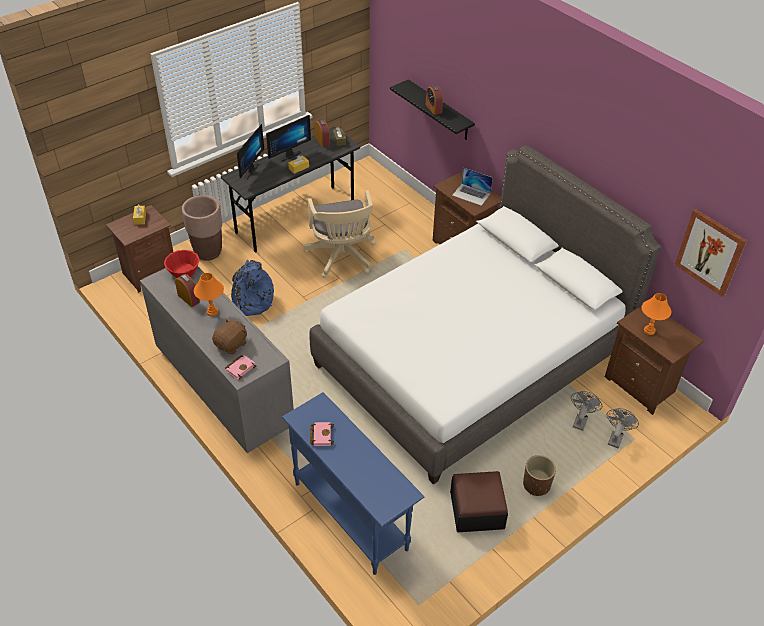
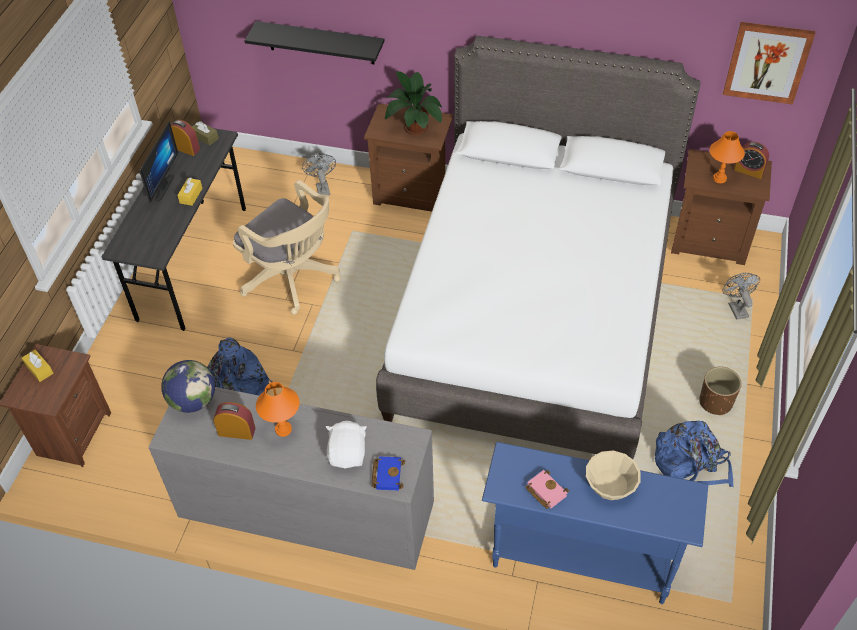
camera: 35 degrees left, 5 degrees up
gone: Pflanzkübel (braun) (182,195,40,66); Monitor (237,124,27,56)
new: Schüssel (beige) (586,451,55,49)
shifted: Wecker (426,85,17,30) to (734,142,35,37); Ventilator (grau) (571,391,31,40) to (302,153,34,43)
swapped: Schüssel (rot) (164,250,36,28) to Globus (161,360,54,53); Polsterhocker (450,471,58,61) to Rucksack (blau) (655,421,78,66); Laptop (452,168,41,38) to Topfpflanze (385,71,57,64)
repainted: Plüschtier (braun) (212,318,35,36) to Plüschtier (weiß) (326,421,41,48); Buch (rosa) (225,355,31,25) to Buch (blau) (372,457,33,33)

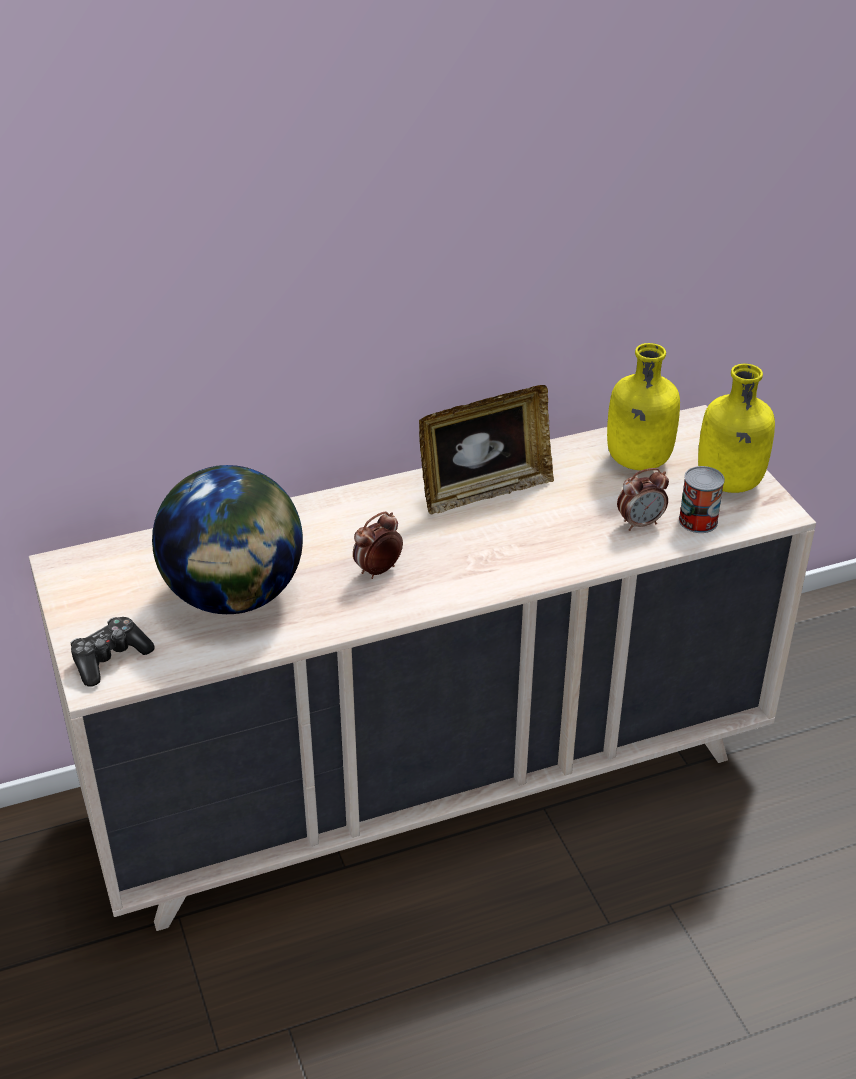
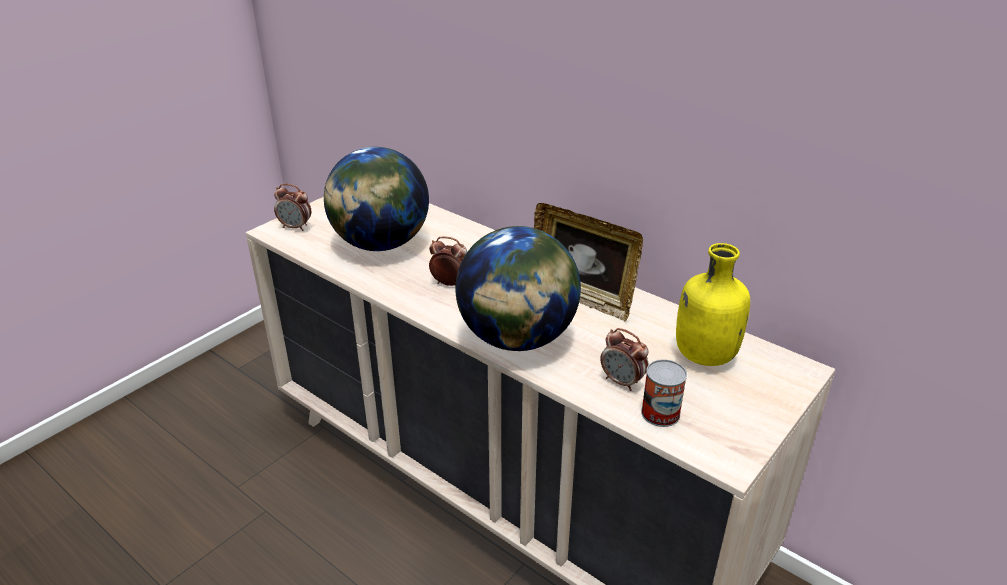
camera: 60 degrees right, 5 degrees down
gone: Flasche (gelb) (698,364,77,129)
new: Globus (455,226,126,125)
swapped: Gamepad (70,617,85,70) to Wecker (274,184,37,47)

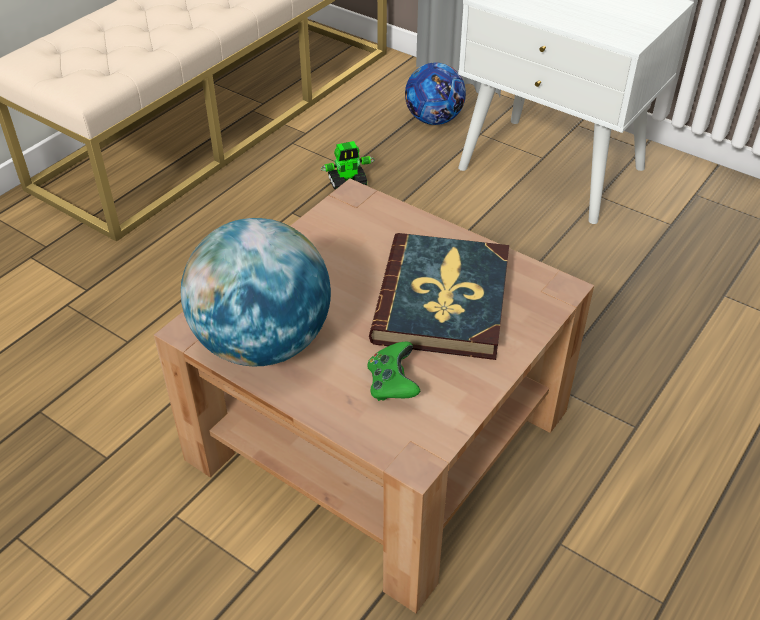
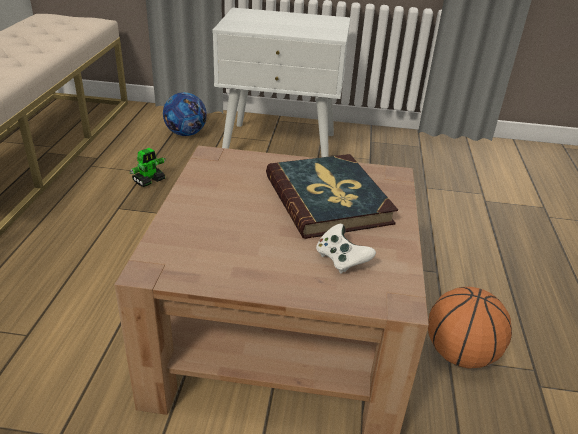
camera: 30 degrees left, 10 degrees down
gone: Globus (181,218,150,148)
new: Basketball (428,287,84,82)
repainted: Gamepad (grün) (367,342,53,59) to Gamepad (weiß) (316,224,60,50)

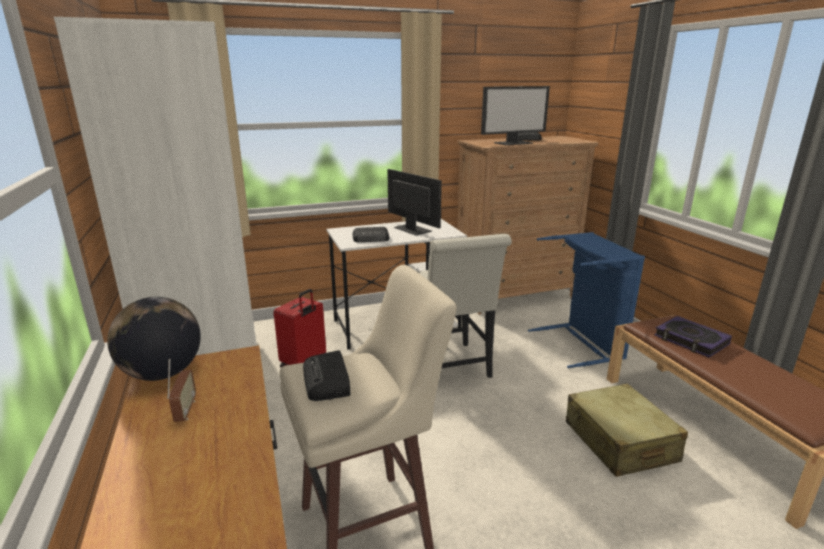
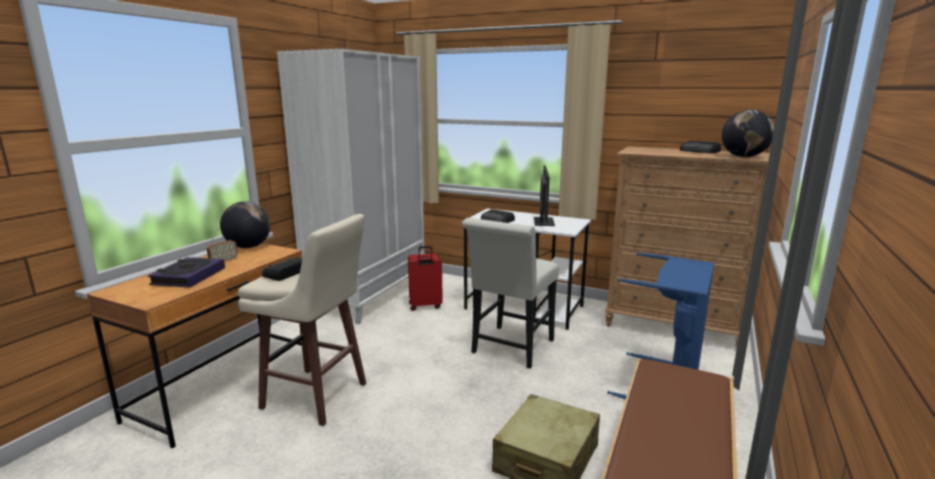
camera: 45 degrees right, 5 degrees down
gone: Monitor (481,86,69,59)
new: Globus (722,109,52,48)
shifted: Buch (654,316,78,42) to (148,257,77,31)

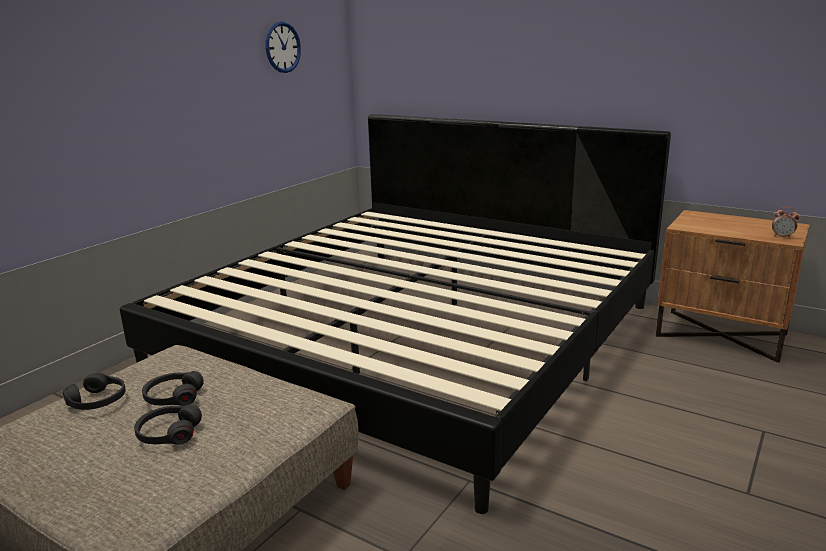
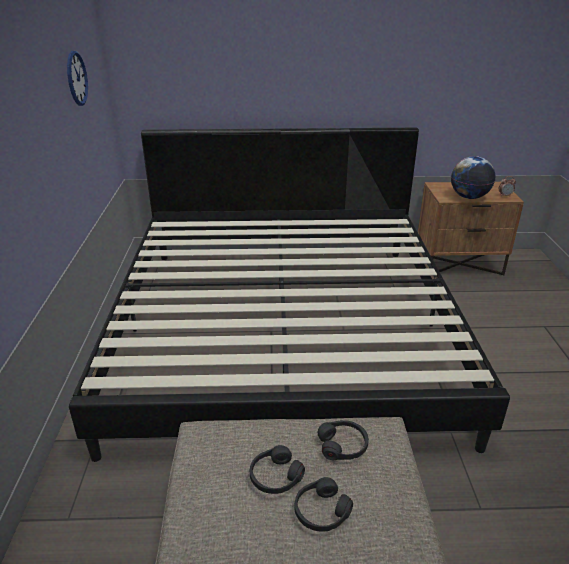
camera: 35 degrees left, 10 degrees up
new: Globus (451,156,44,43)
shifted: Kopfhörer (schwarz) (63,373,63,37) to (318,420,51,40)

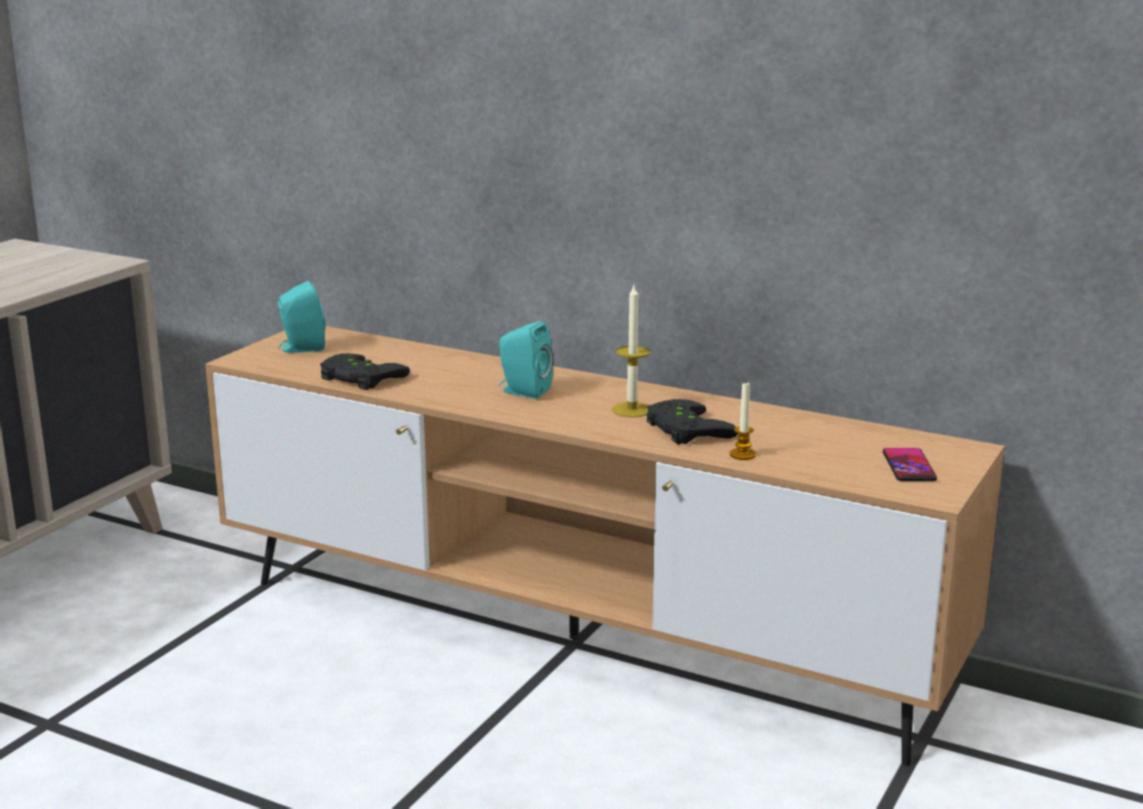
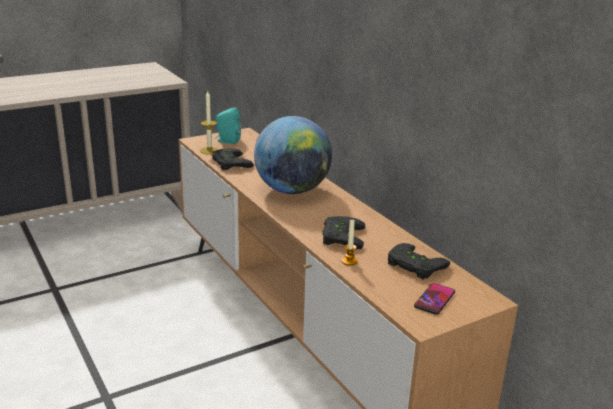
camera: 30 degrees right, 5 degrees up
new: Gamepad (schwarz) (388,243,62,37)
shifted: Kerze (612,286,38,131) to (200,91,19,63)
swapped: Lautsprecher (türkis) (499,321,54,78) to Globus (254,116,78,78)

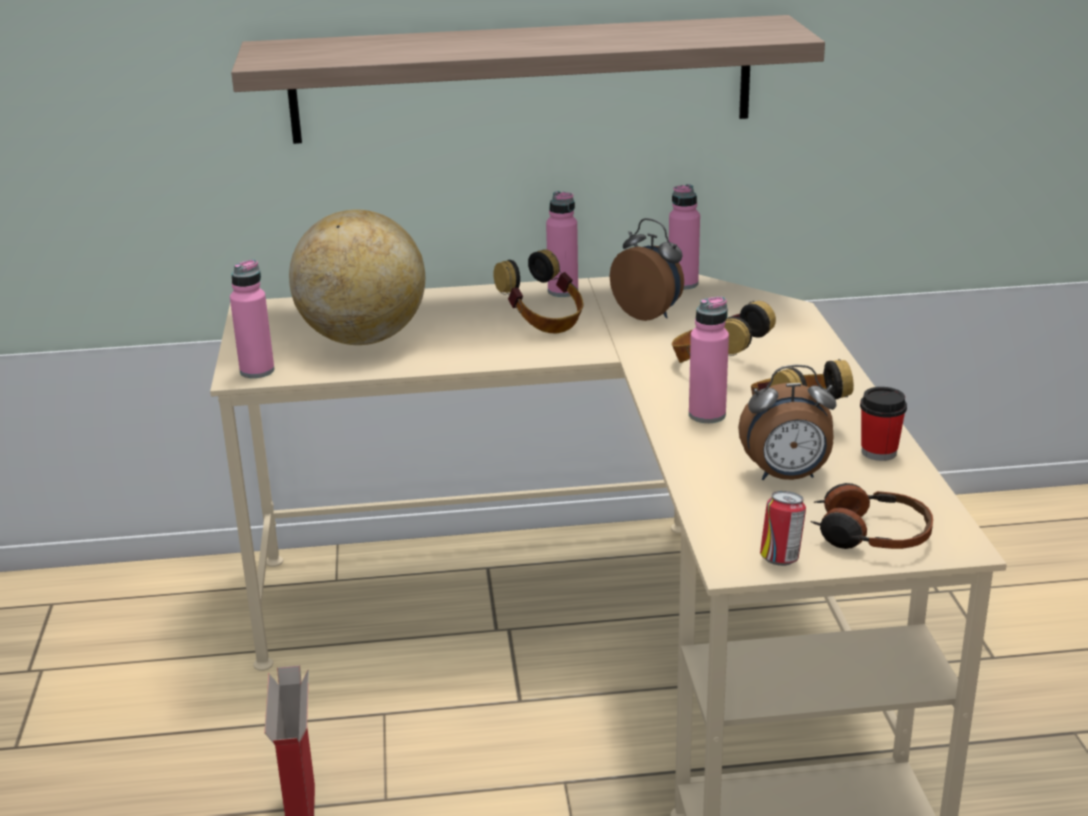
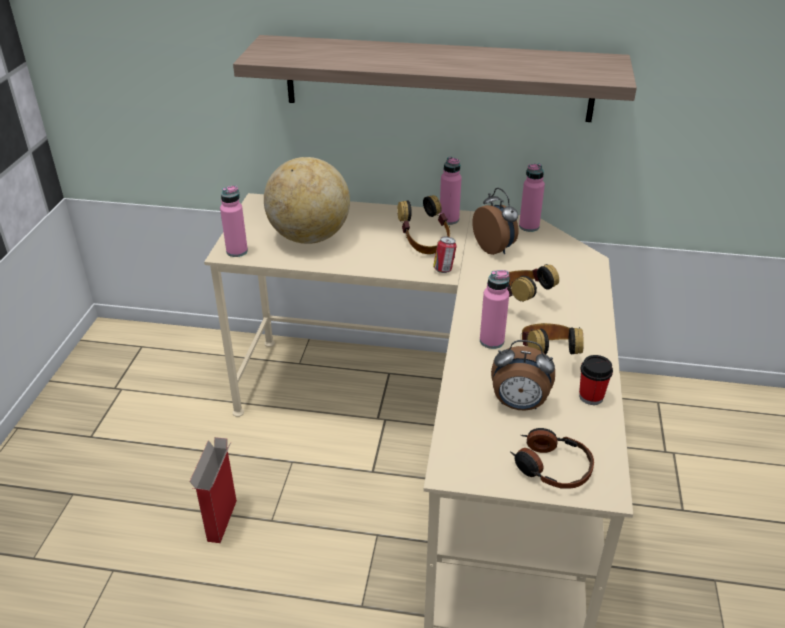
camera: 15 degrees right, 10 degrees up
shifted: Dose (760,491,46,75) to (433,236,24,37)

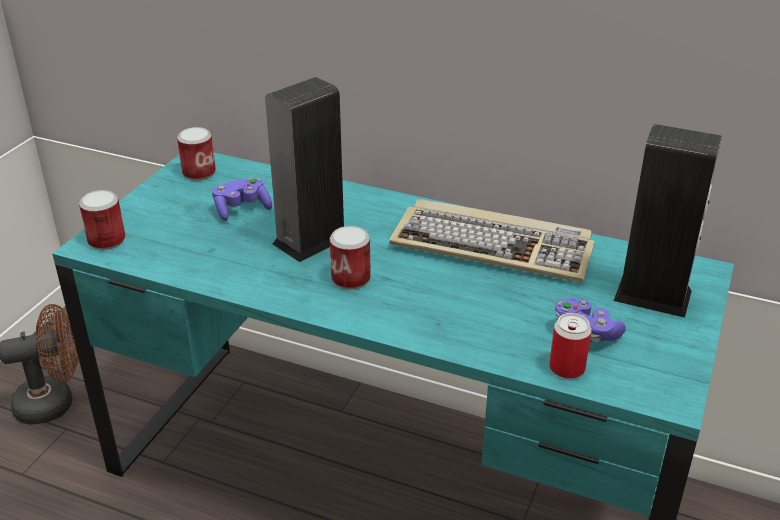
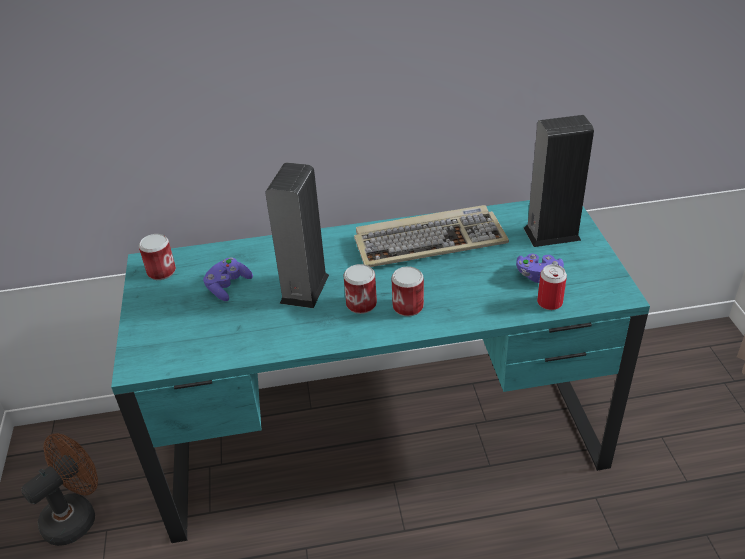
camera: 30 degrees left, 5 degrees up
shifted: Dose (79,190,46,60) to (391,266,33,51)

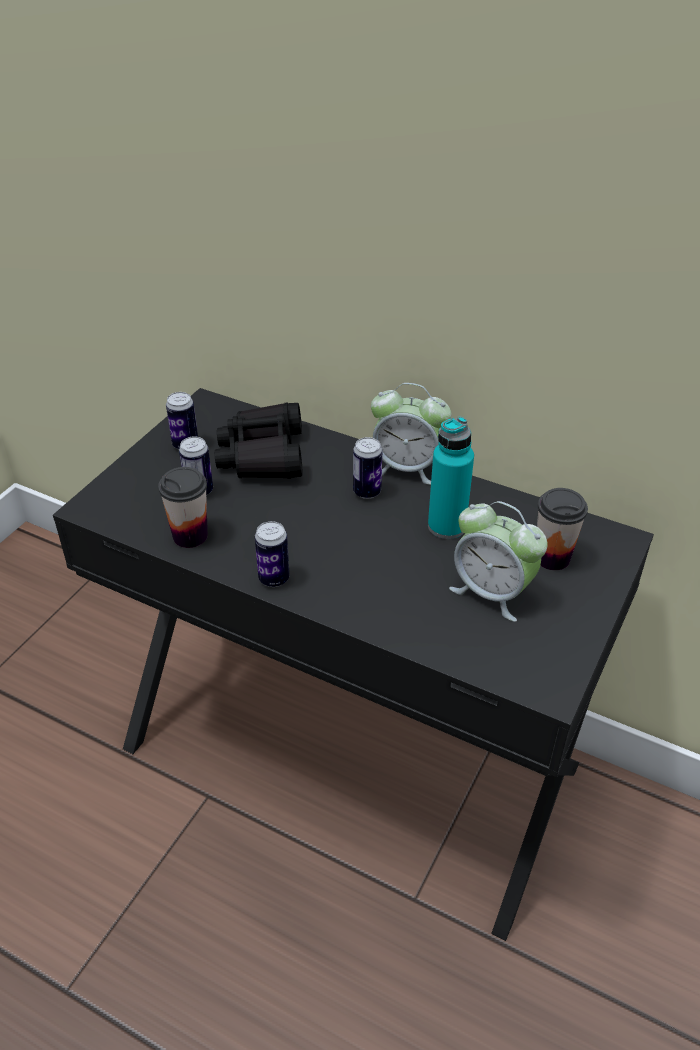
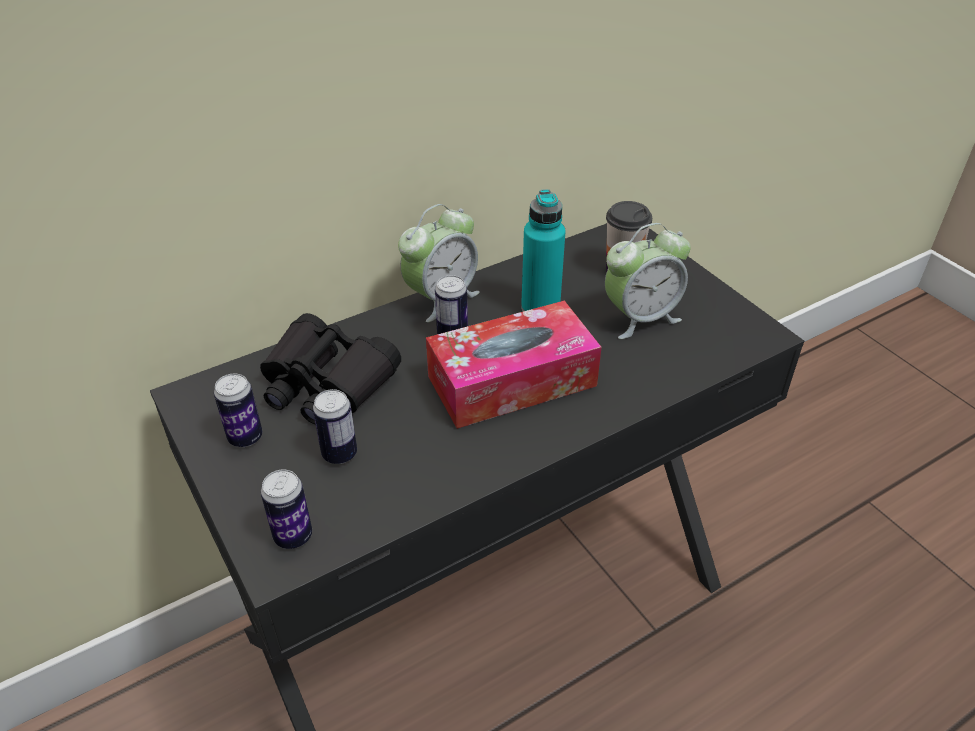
camera: 60 degrees left, 0 degrees up
gone: Tasse (158,467,50,81)
new: Taschentuchbox (426,300,176,129)
shifted: Dose (255,521,34,66) to (261,470,51,79)

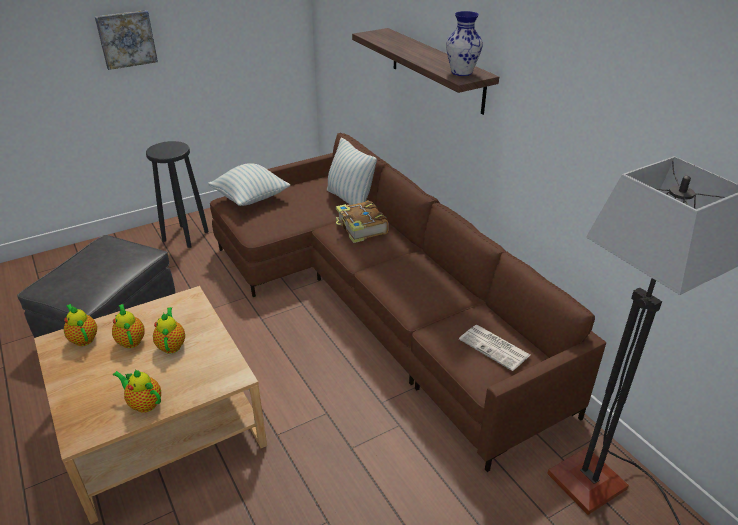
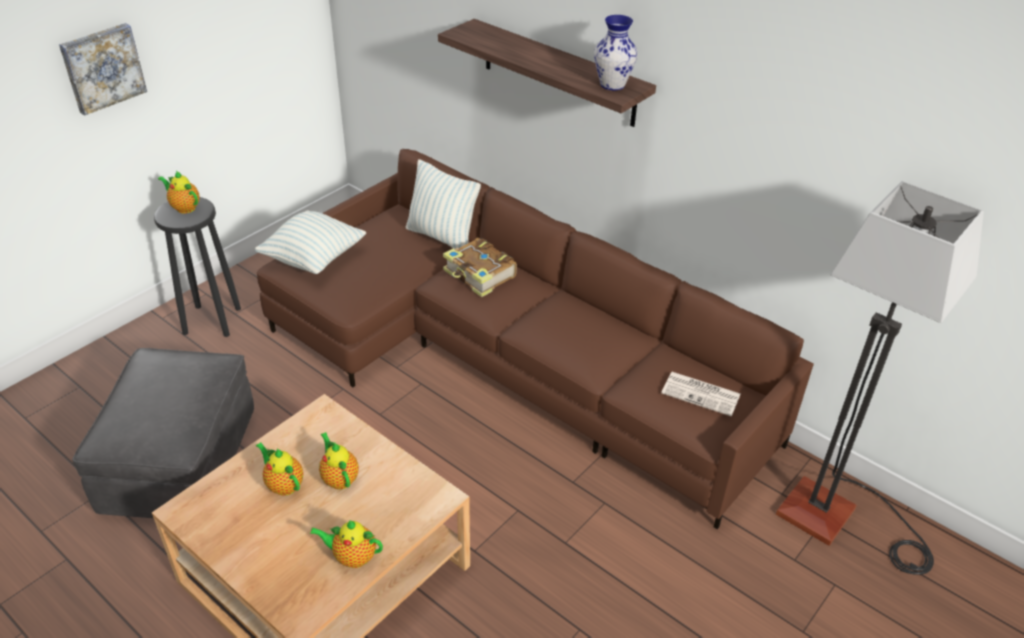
camera: 20 degrees left, 5 degrees up
shifted: Teekanne (64,304,33,42) to (158,170,41,44)

